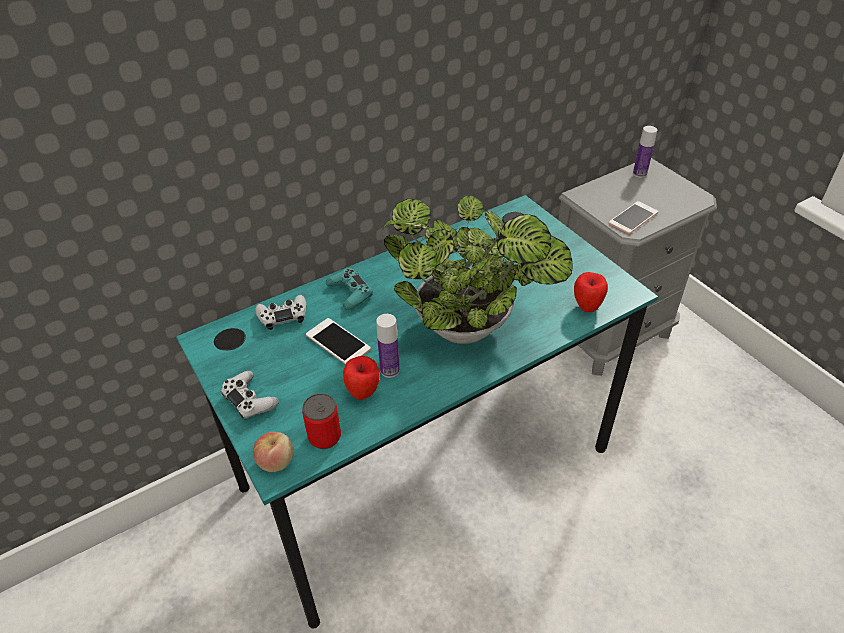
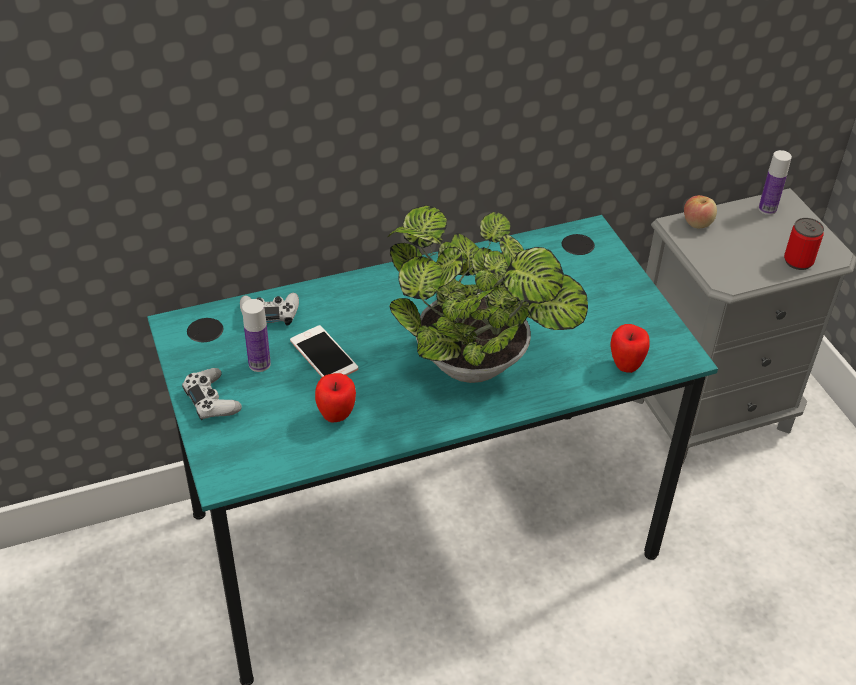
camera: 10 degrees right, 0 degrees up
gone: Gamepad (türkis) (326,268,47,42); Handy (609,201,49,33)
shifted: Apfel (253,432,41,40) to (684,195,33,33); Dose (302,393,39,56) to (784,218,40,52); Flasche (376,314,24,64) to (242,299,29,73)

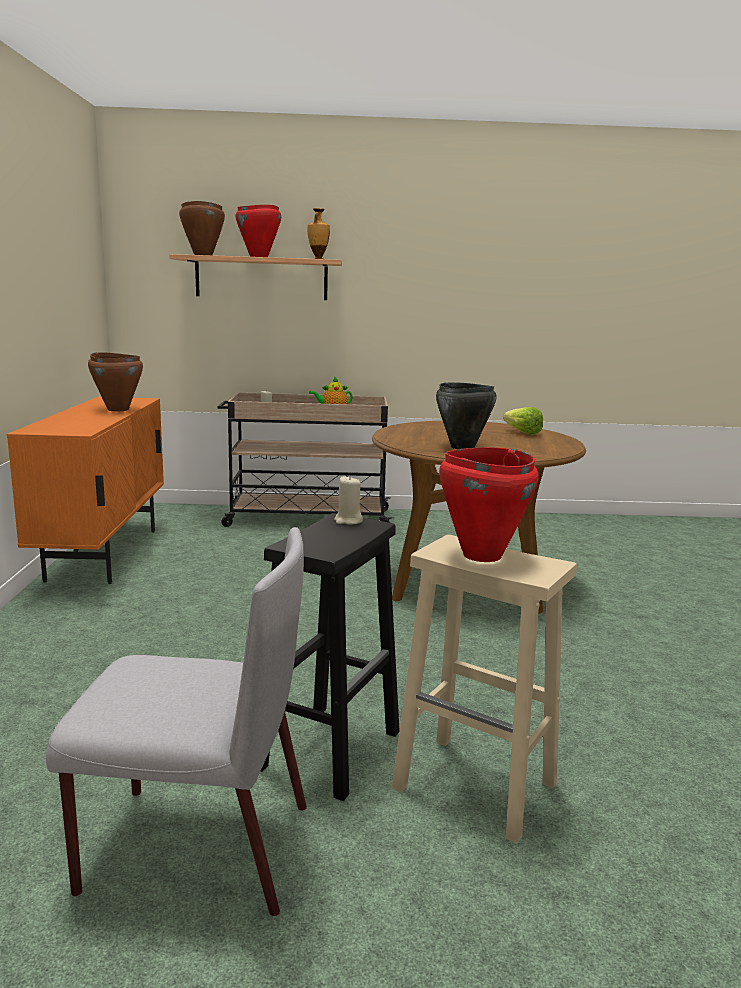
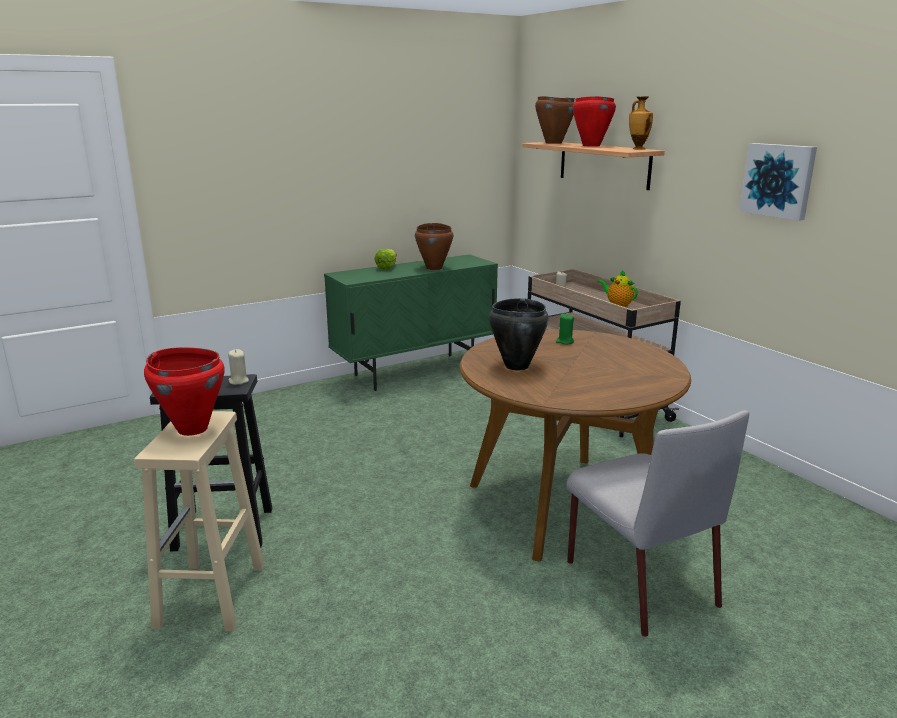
camera: 60 degrees right, 5 degrees up
new: Kerze (grün) (556,314,18,30); Bild (739,143,78,78)
shifted: Stuhl (grau) (46,527,261,389) to (566,410,183,227); Salatkopf (503,407,40,28) to (374,249,23,21)
repainted: Schrank (orange) (7,397,157,187) to Schrank (grün) (324,254,174,137)

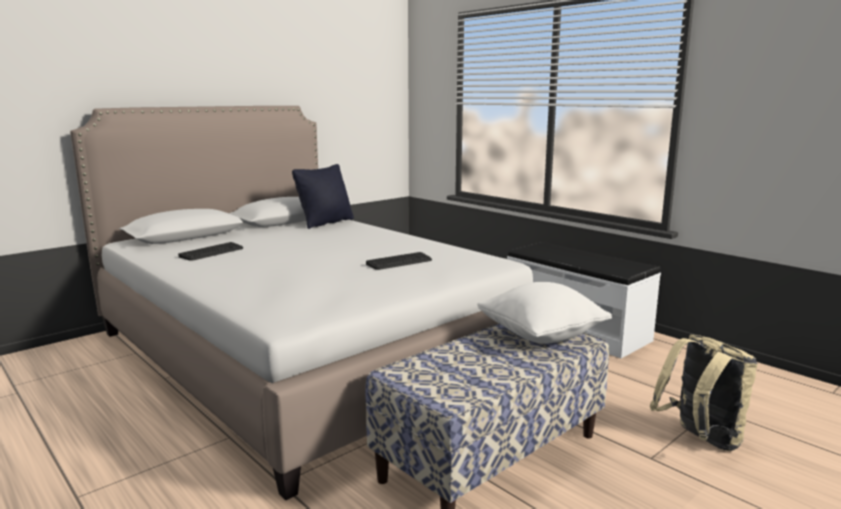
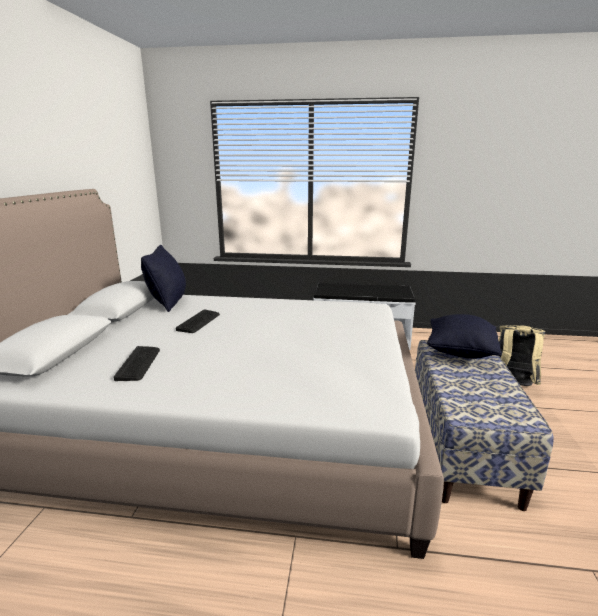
camera: 40 degrees left, 5 degrees up
shifted: Tastatur (366,252,66,18) to (176,310,44,23)
repainted: Kissen (weiß) (477,282,135,62) to Kissen (schwarz) (427,314,75,45)

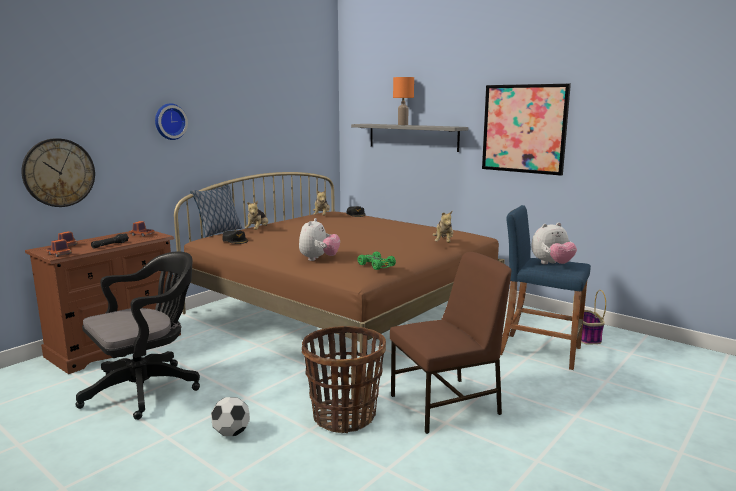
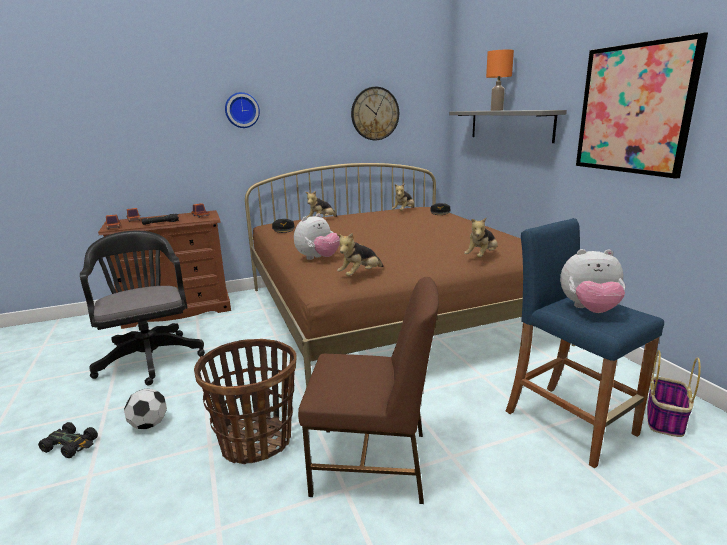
camera: 30 degrees right, 5 degrees up
gone: Kissen (190,184,52,54)
new: Spielzeugauto (schwarz) (38,422,60,36)
shifted: Wanduhr (22,138,73,69) to (351,87,48,53)
swapped: Spielzeugauto (grün) (358,252,38,18) to Plüschtier (337,233,47,43)
rotated: Bürostuhl (schwarz) (76,251,124,169) = (80,231,125,154) 105 degrees counterclockwise

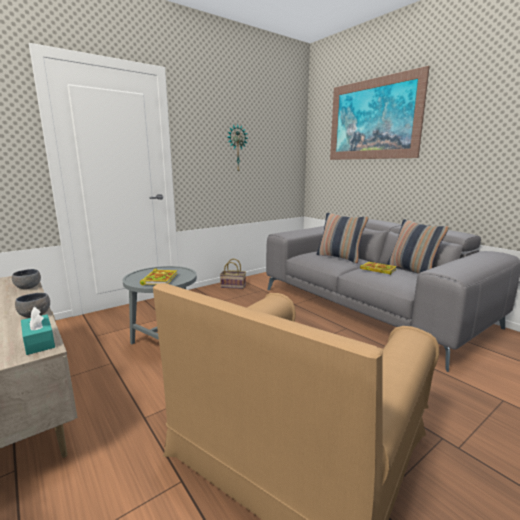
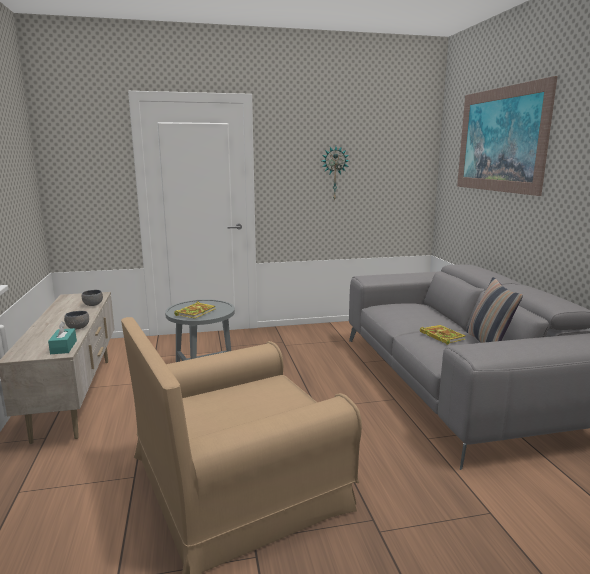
camera: 25 degrees right, 0 degrees up
gone: Korb (220,259,26,30); Kissen (317,213,51,50)

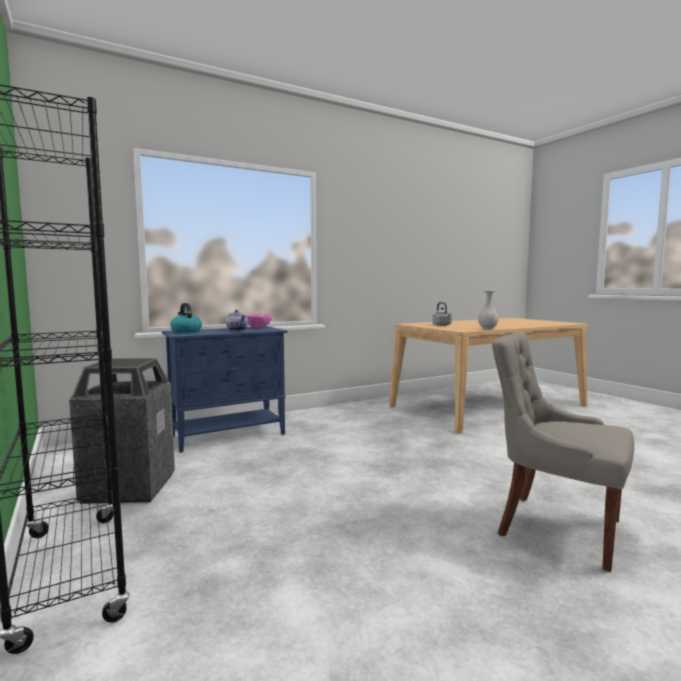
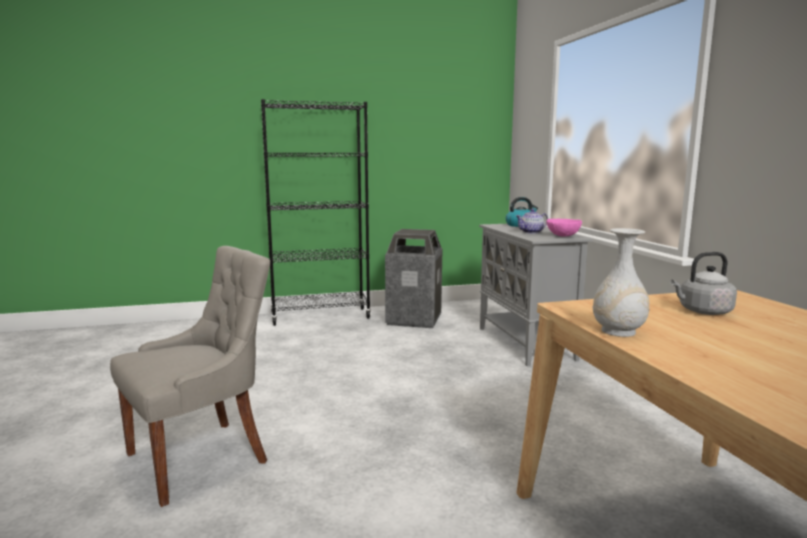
camera: 105 degrees right, 5 degrees up
repainted: Schrank (blau) (162,326,126,127) to Schrank (grau) (479,224,114,142)

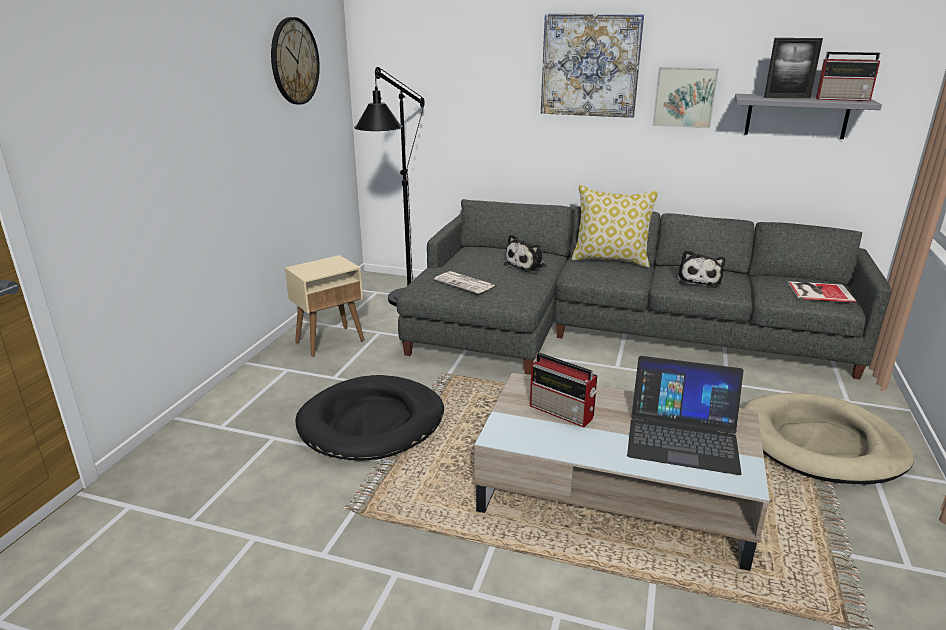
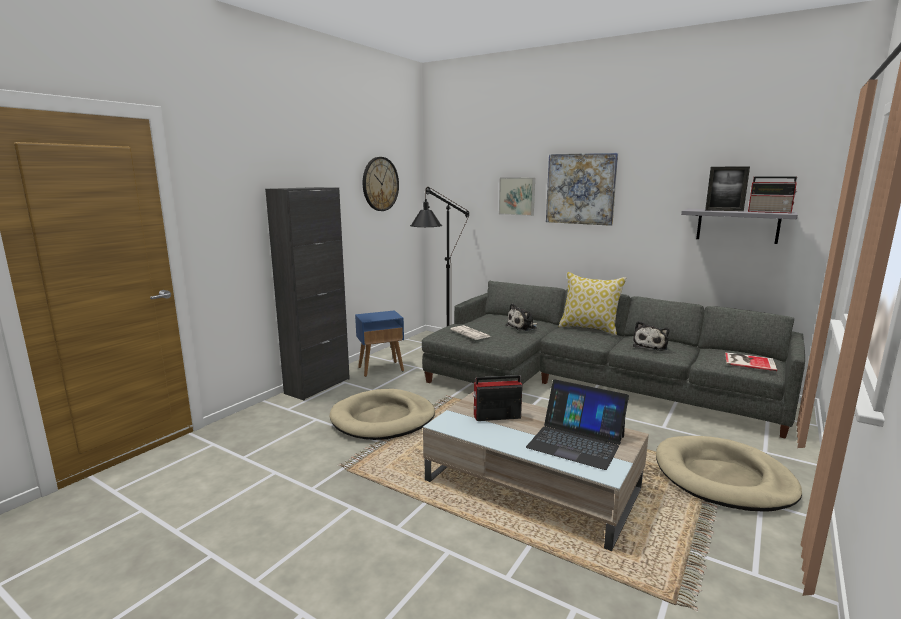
camera: 15 degrees right, 10 degrees down
new: Schrank (schwarz) (265,187,85,213)
shifted: Bild (652,67,67,61) to (499,178,36,38)
repainted: Beistelltisch (beige) (285,255,80,102) to Beistelltisch (blau) (355,310,49,67); Hundebett (schwarz) (296,375,148,85) to Hundebett (beige) (330,389,105,51)
rotated: Radio (530,353,67,74) = (473,375,49,46) 120 degrees clockwise

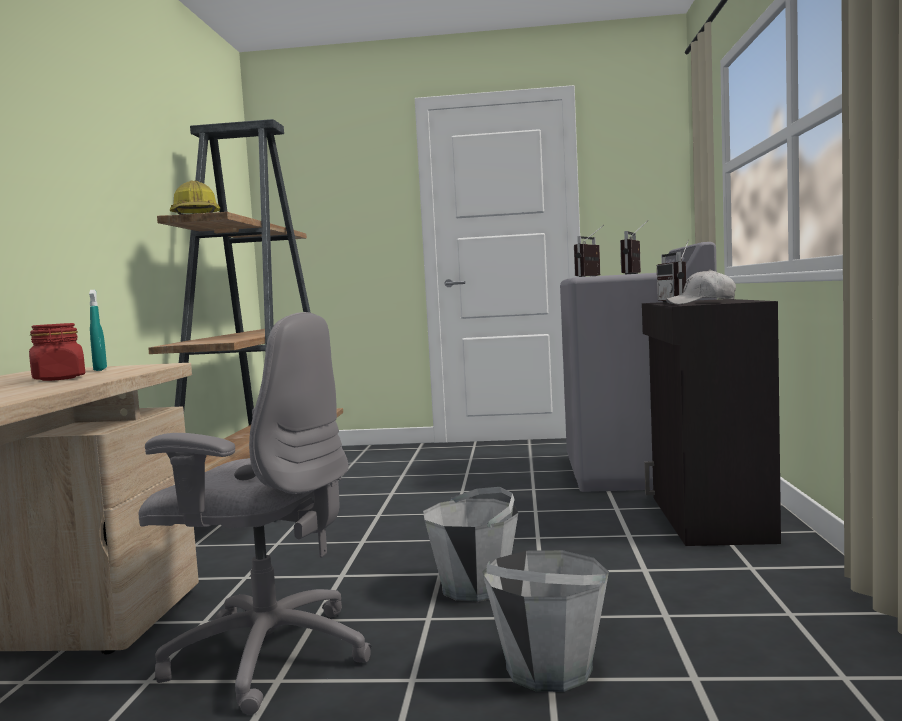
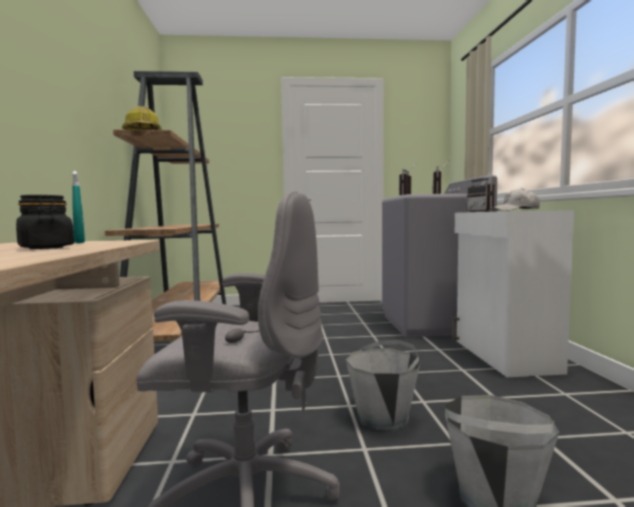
camera: 10 degrees left, 0 degrees up
repainted: Vorratsglas (rot) (29,323,56,58) to Vorratsglas (schwarz) (16,195,58,54); Schrank (schwarz) (642,299,139,247) to Schrank (weiß) (453,210,121,167)

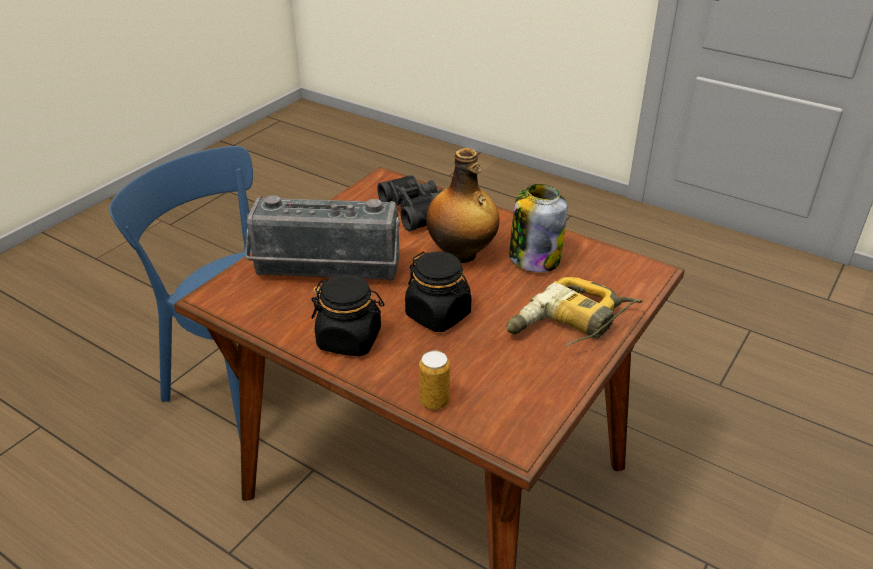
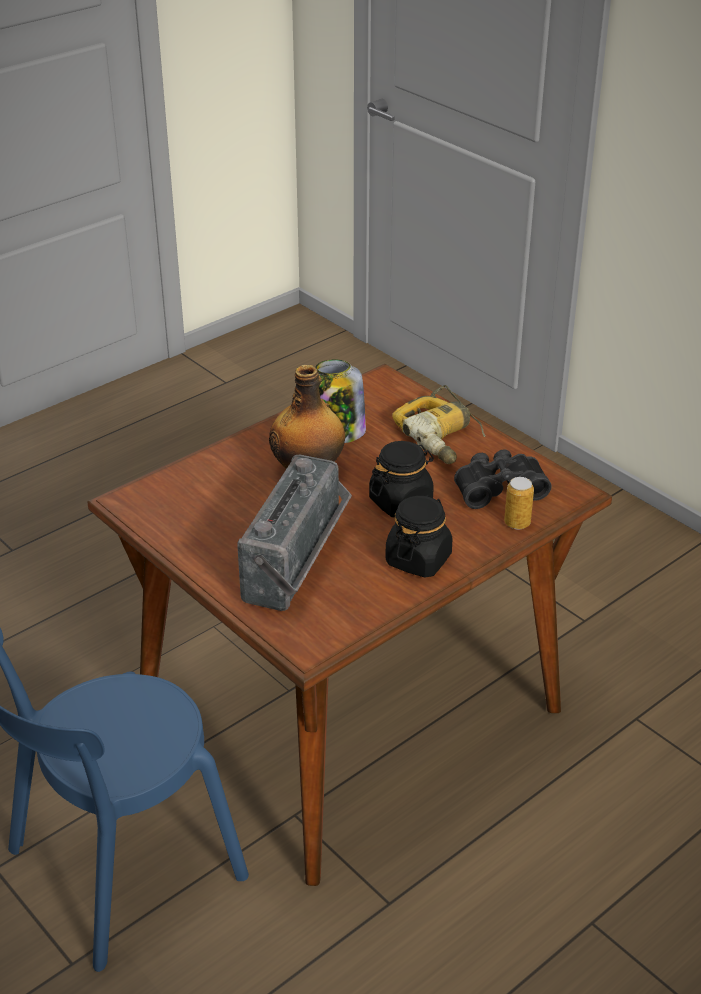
camera: 75 degrees left, 0 degrees up
shifted: Fernglas (schwarz) (377,175,66,56) to (454,449,97,60)

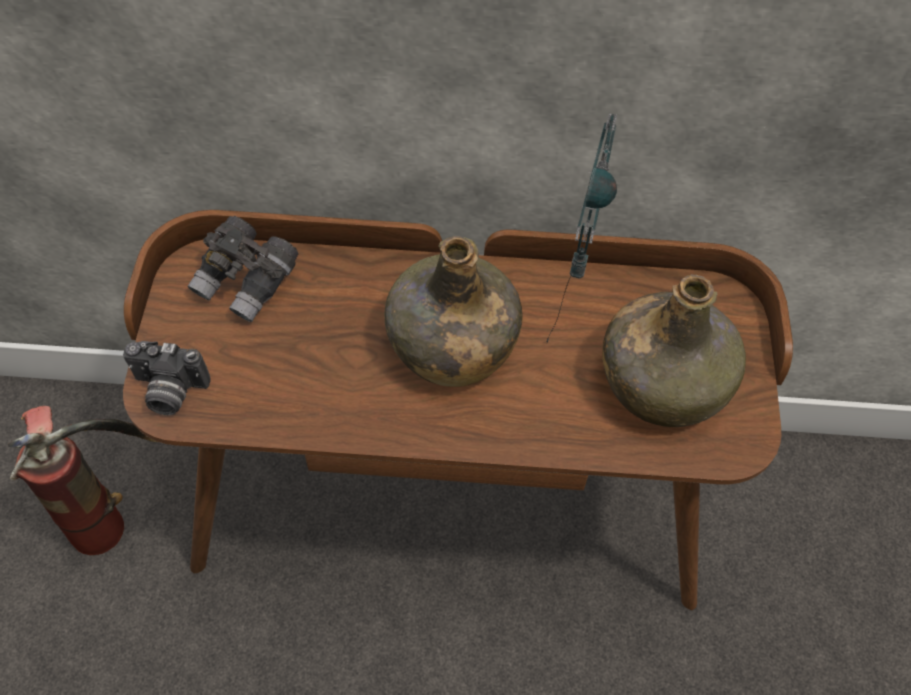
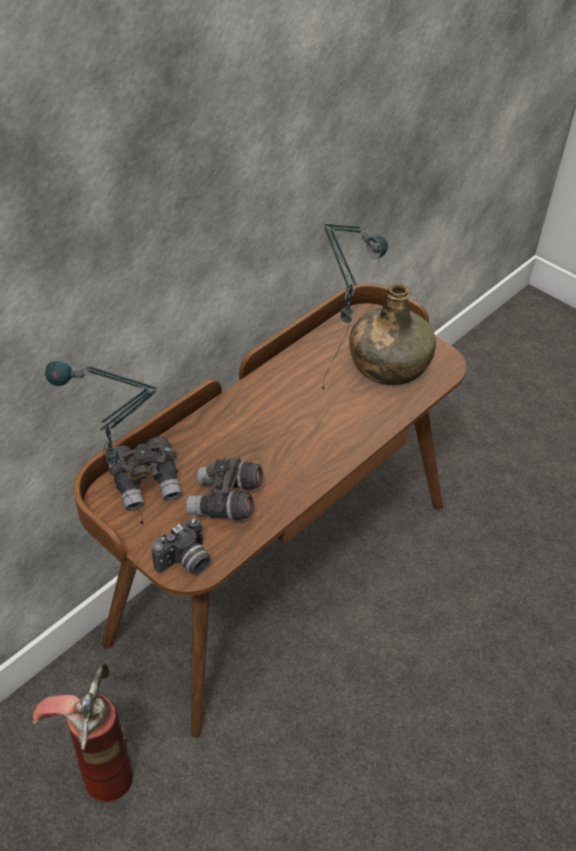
camera: 50 degrees left, 10 degrees down
gone: Flasche (grün) (384,236,138,151)
new: Tischlampe (45,360,114,164); Fernglas (grau) (186,457,77,63)

